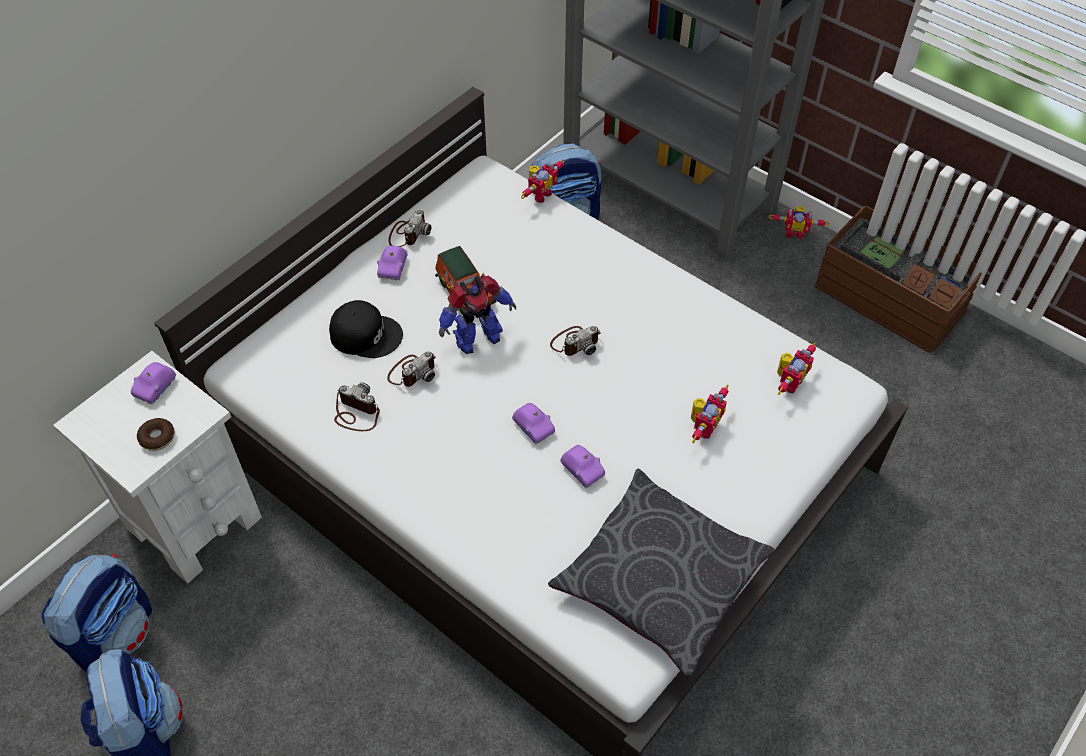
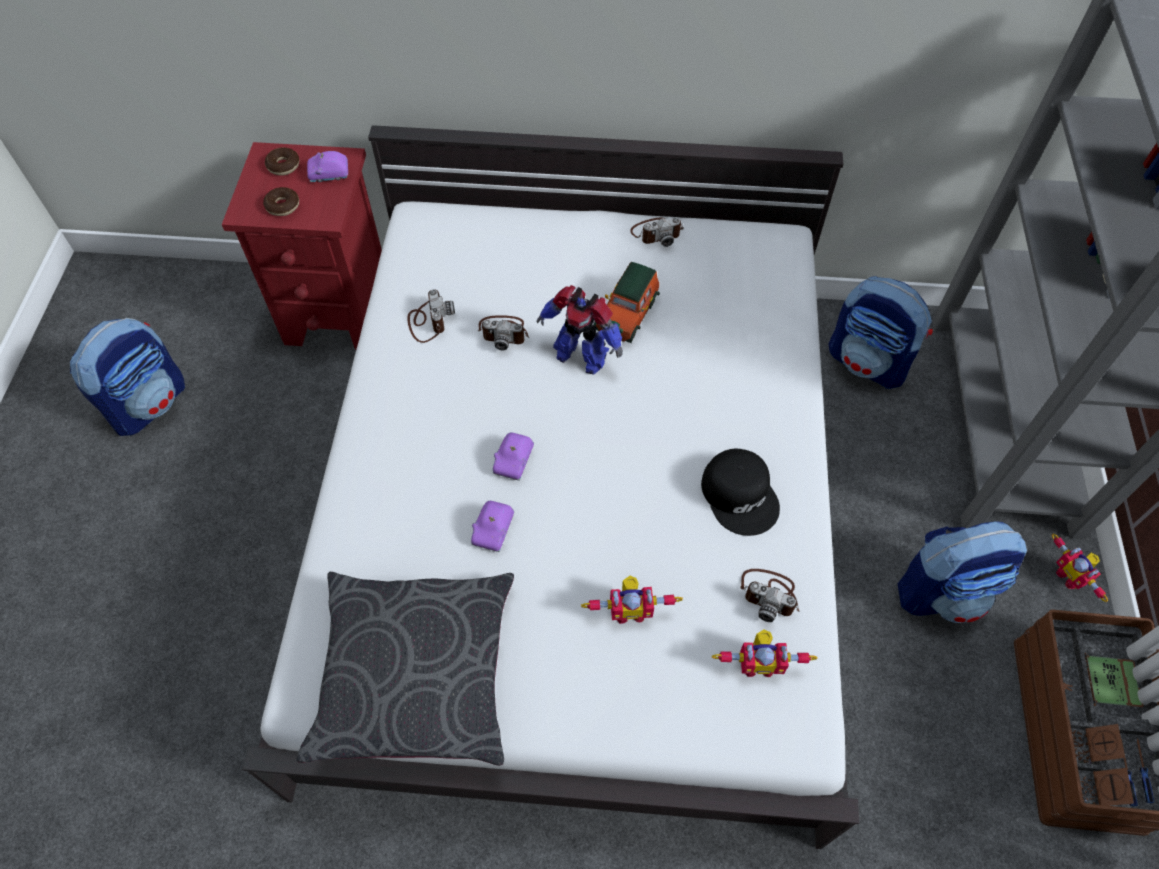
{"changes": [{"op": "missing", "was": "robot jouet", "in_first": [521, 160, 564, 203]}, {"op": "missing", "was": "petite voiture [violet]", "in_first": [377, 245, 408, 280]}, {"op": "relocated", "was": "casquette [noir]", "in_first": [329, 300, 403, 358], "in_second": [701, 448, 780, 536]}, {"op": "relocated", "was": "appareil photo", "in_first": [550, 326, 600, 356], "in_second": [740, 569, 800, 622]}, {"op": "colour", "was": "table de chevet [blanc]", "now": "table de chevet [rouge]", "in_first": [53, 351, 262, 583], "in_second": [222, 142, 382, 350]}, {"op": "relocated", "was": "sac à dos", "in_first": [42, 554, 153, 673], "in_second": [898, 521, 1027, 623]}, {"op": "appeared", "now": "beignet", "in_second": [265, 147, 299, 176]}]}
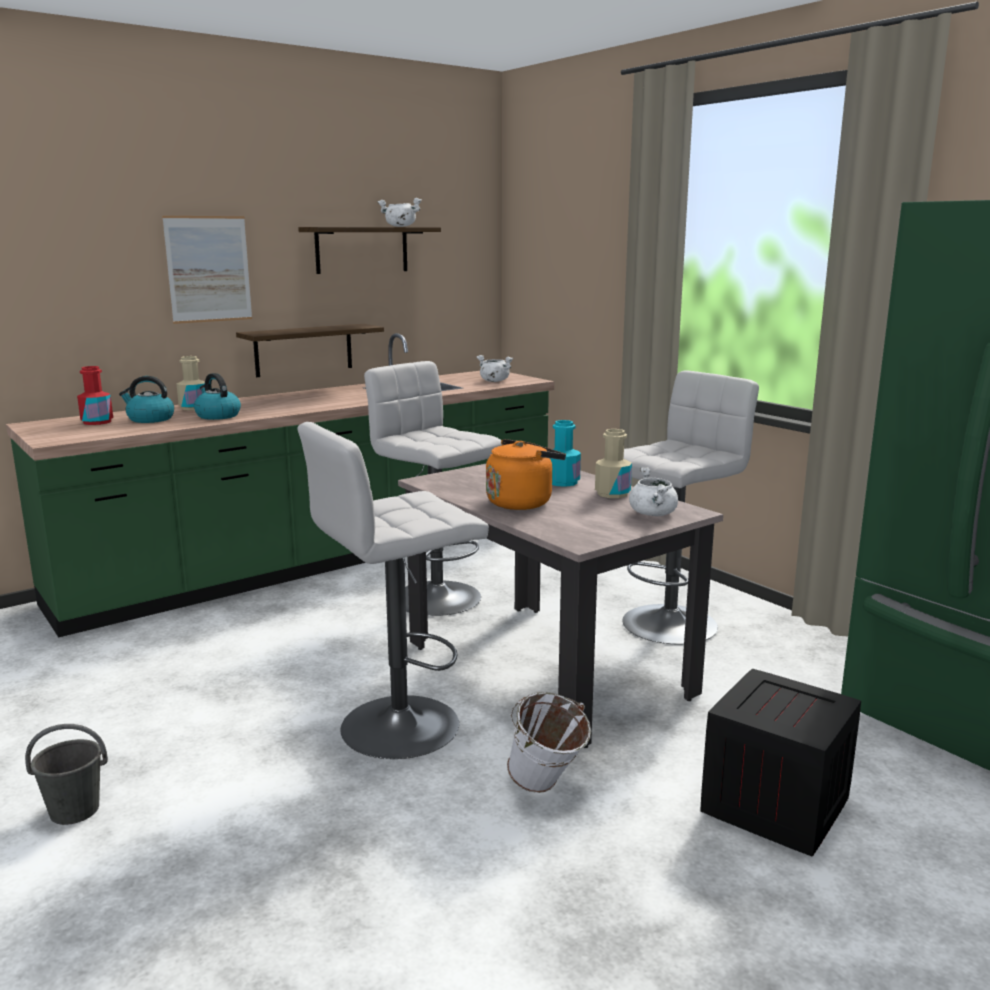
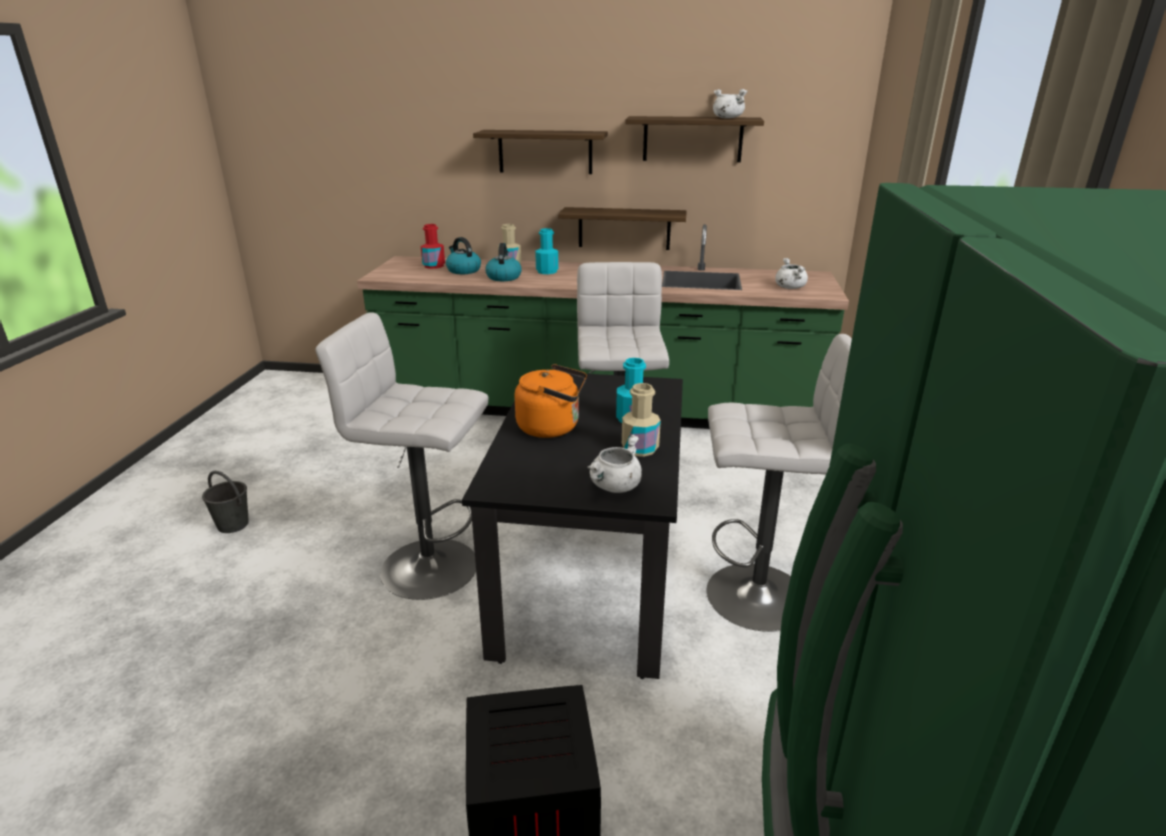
{"changes": [{"op": "exchanged", "was": "tableau", "now": "étagère", "in_first": [162, 216, 252, 324], "in_second": [473, 130, 608, 174]}, {"op": "colour", "was": "table à manger [beige]", "now": "table à manger [noir]", "in_first": [398, 464, 723, 748], "in_second": [462, 371, 683, 679]}, {"op": "missing", "was": "seau [blanc]", "in_first": [507, 692, 591, 793]}, {"op": "appeared", "now": "bouteille [turquoise]", "in_second": [535, 228, 559, 274]}]}
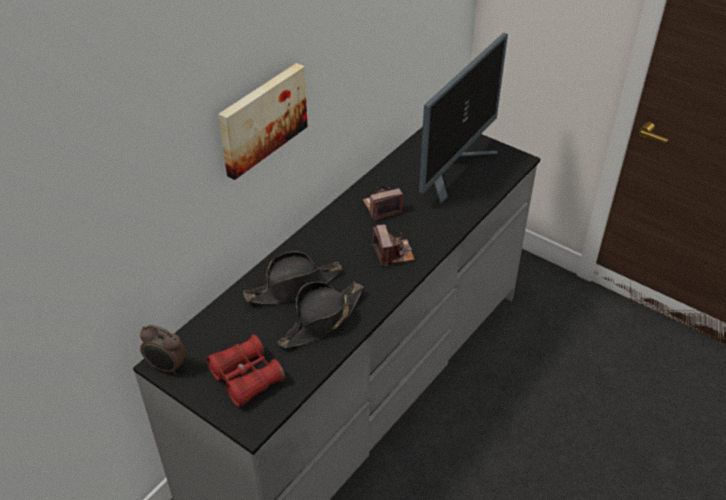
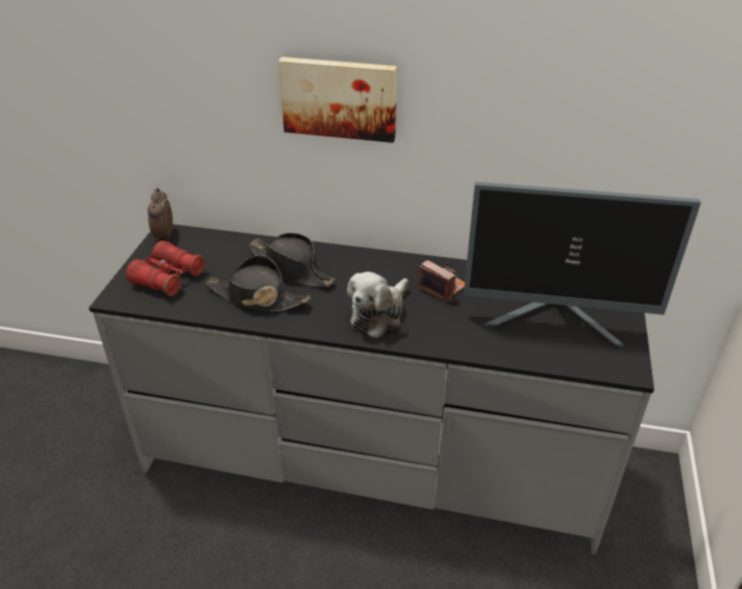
{"changes": [{"op": "exchanged", "was": "appareil photo", "now": "peluche", "in_first": [373, 224, 415, 267], "in_second": [347, 272, 408, 338]}]}
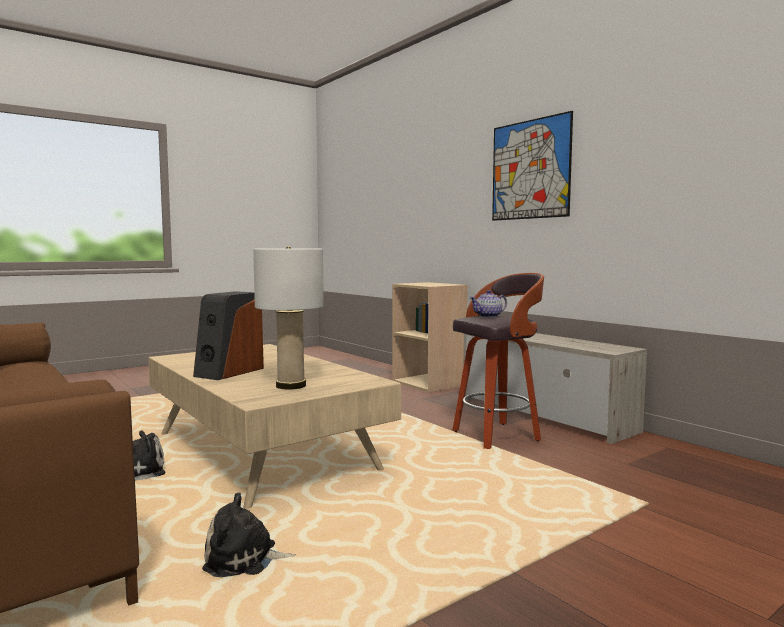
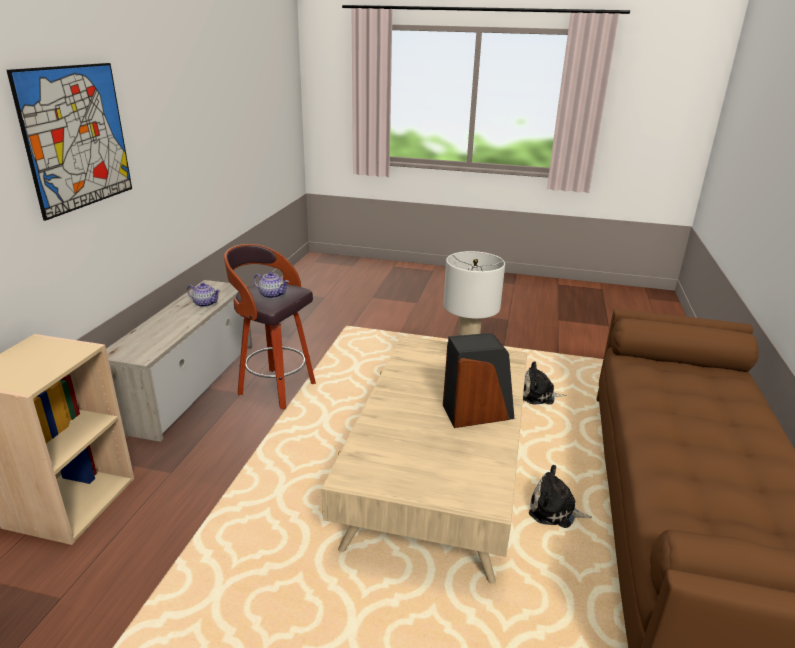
{"changes": [{"op": "spun", "was": "peluche", "in_first": [202, 492, 296, 577], "in_second": [523, 361, 566, 404], "clockwise": 135}, {"op": "appeared", "now": "théière", "in_second": [187, 283, 220, 307]}]}
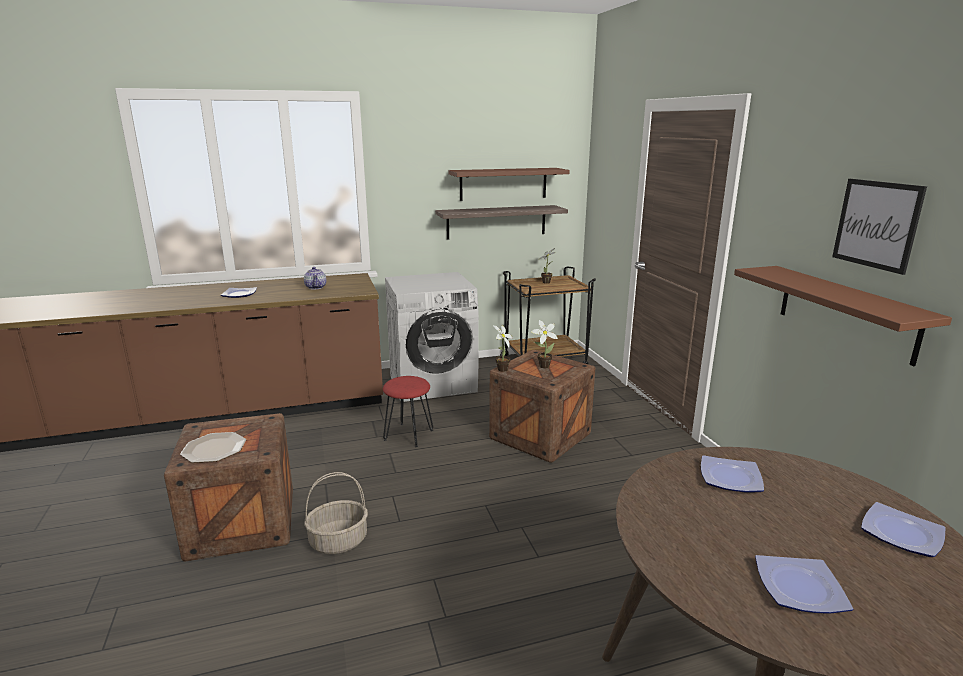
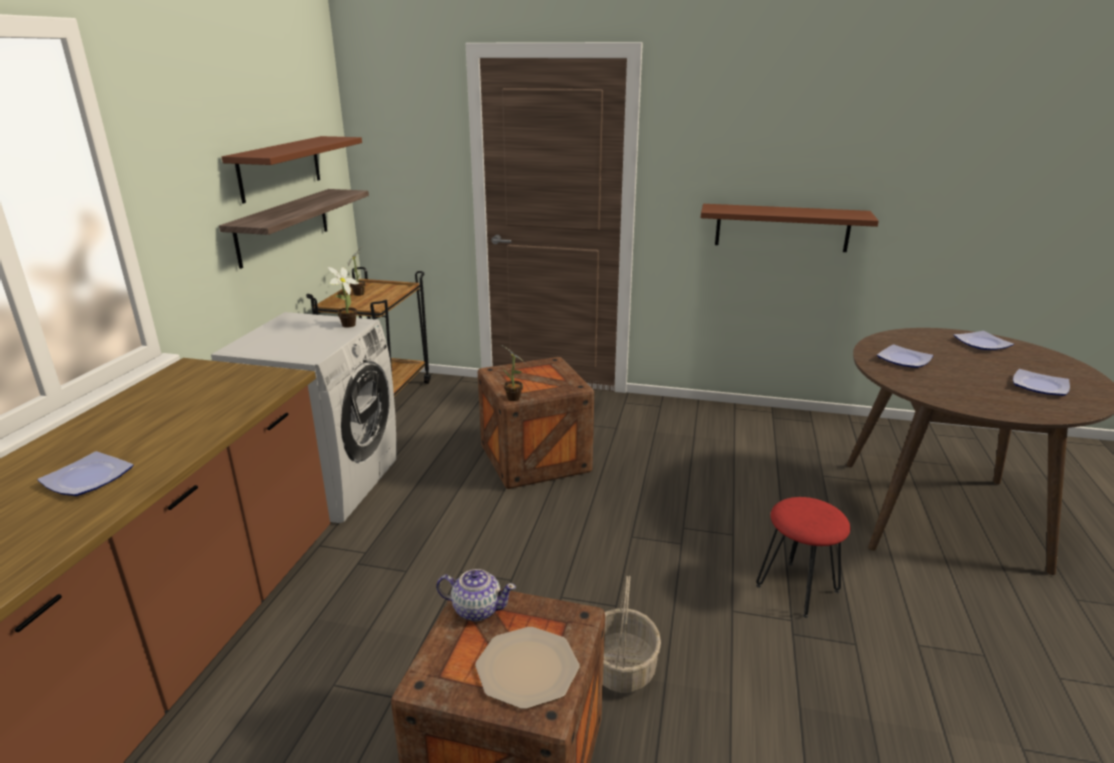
{"changes": [{"op": "missing", "was": "tableau", "in_first": [832, 179, 927, 275]}, {"op": "relocated", "was": "théière", "in_first": [304, 267, 326, 289], "in_second": [436, 569, 516, 621]}, {"op": "relocated", "was": "plante en pot", "in_first": [531, 320, 558, 369], "in_second": [328, 267, 359, 328]}, {"op": "relocated", "was": "tabouret [rouge]", "in_first": [383, 376, 433, 447], "in_second": [756, 497, 850, 618]}]}
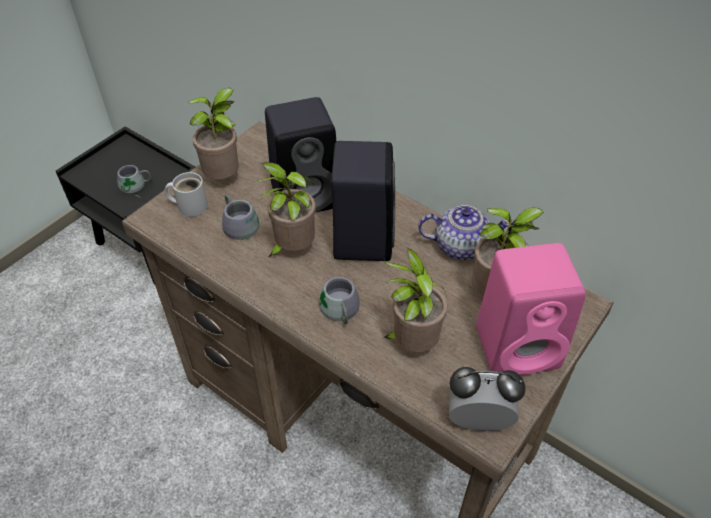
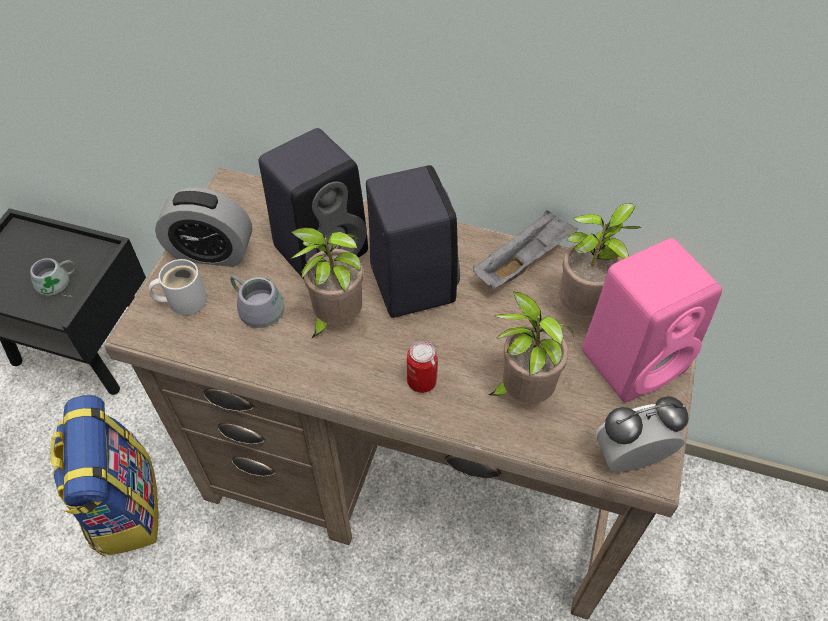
{"changes": [{"op": "exchanged", "was": "plante en pot", "now": "réveil", "in_first": [188, 88, 239, 180], "in_second": [155, 188, 252, 267]}, {"op": "exchanged", "was": "théière", "now": "plateau [gris]", "in_first": [418, 205, 512, 260], "in_second": [473, 210, 578, 289]}, {"op": "exchanged", "was": "mug [gris]", "now": "boîte métallique", "in_first": [314, 277, 360, 325], "in_second": [407, 341, 438, 393]}, {"op": "appeared", "now": "sac à dos", "in_second": [51, 395, 159, 557]}]}
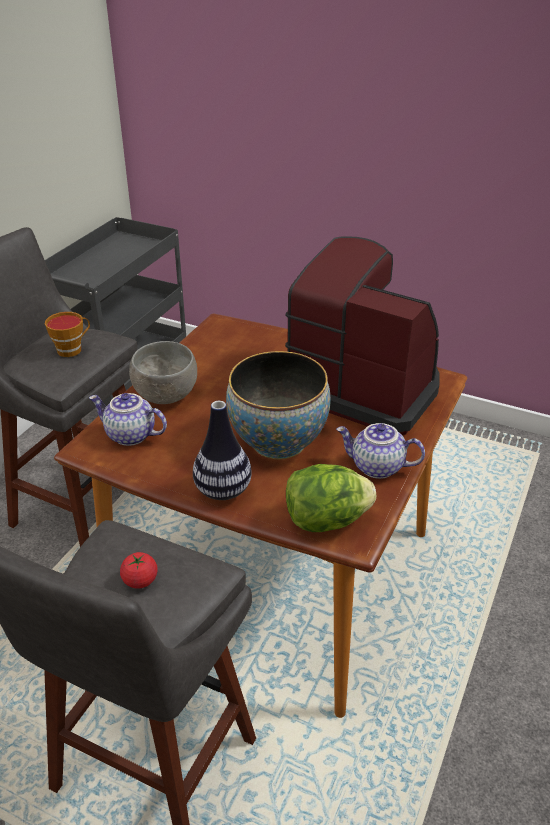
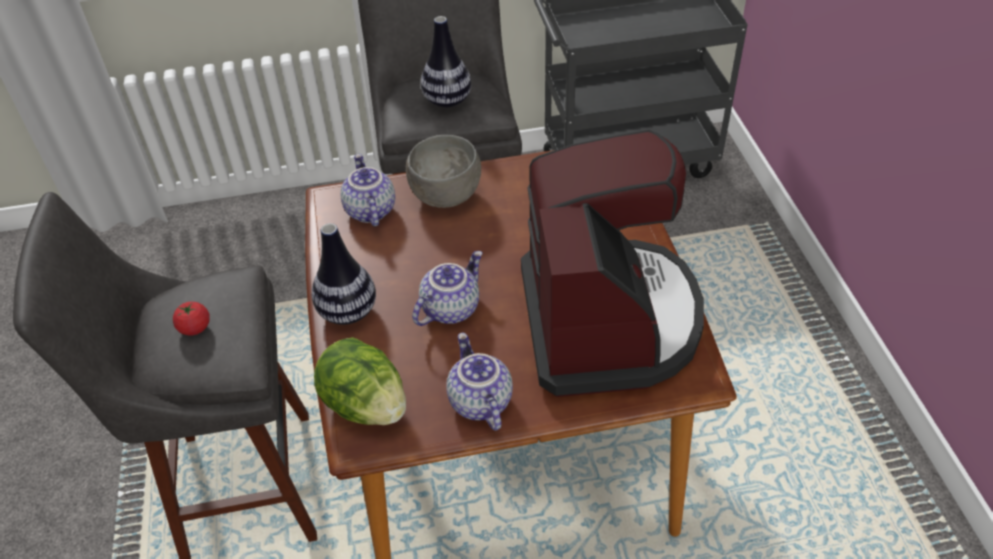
{"changes": [{"op": "exchanged", "was": "tasse", "now": "vase", "in_first": [45, 312, 90, 357], "in_second": [421, 16, 471, 108]}, {"op": "exchanged", "was": "bol", "now": "théière", "in_first": [226, 351, 331, 460], "in_second": [412, 251, 483, 326]}]}
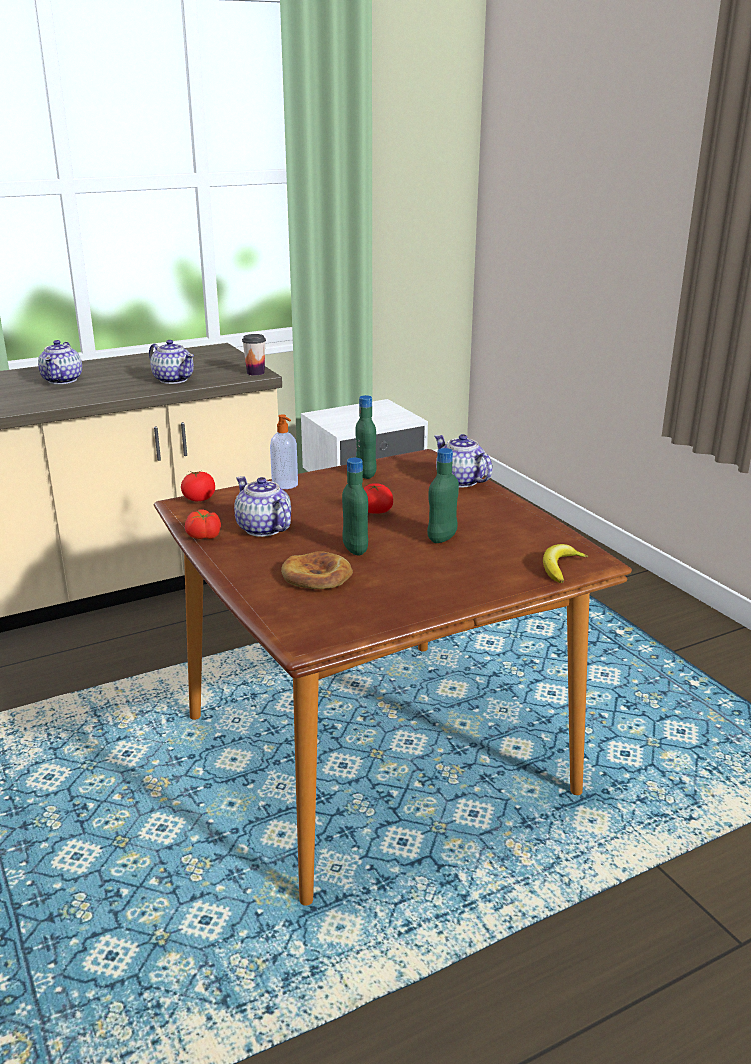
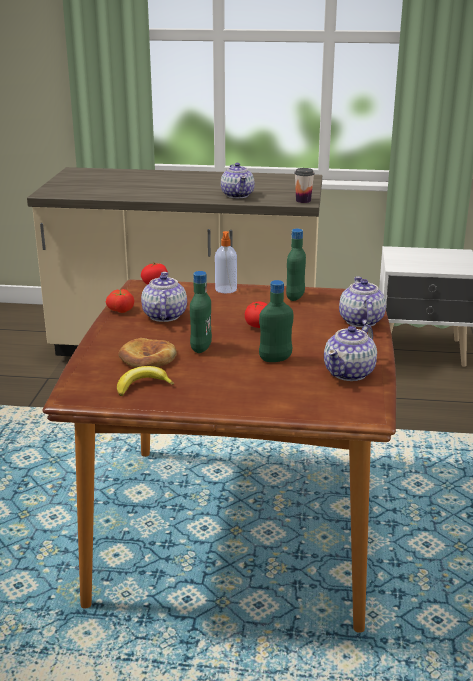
{"changes": [{"op": "relocated", "was": "théière", "in_first": [38, 340, 82, 384], "in_second": [324, 324, 377, 381]}, {"op": "relocated", "was": "banane", "in_first": [543, 544, 588, 583], "in_second": [117, 366, 174, 396]}]}
